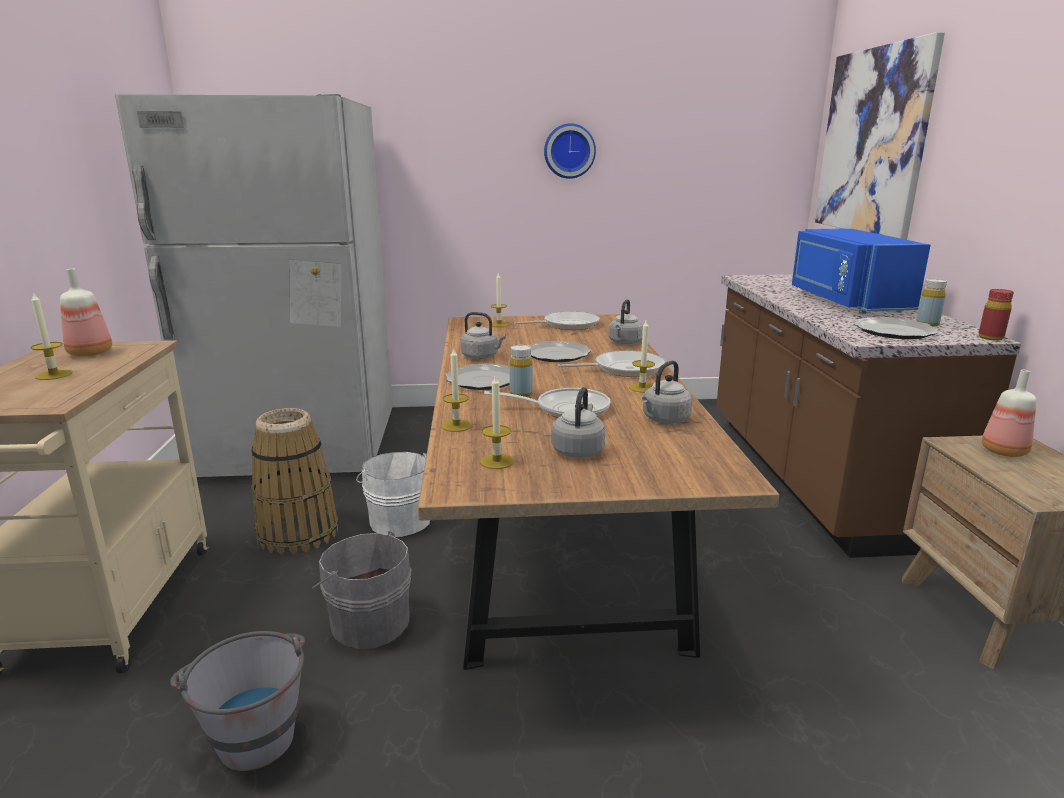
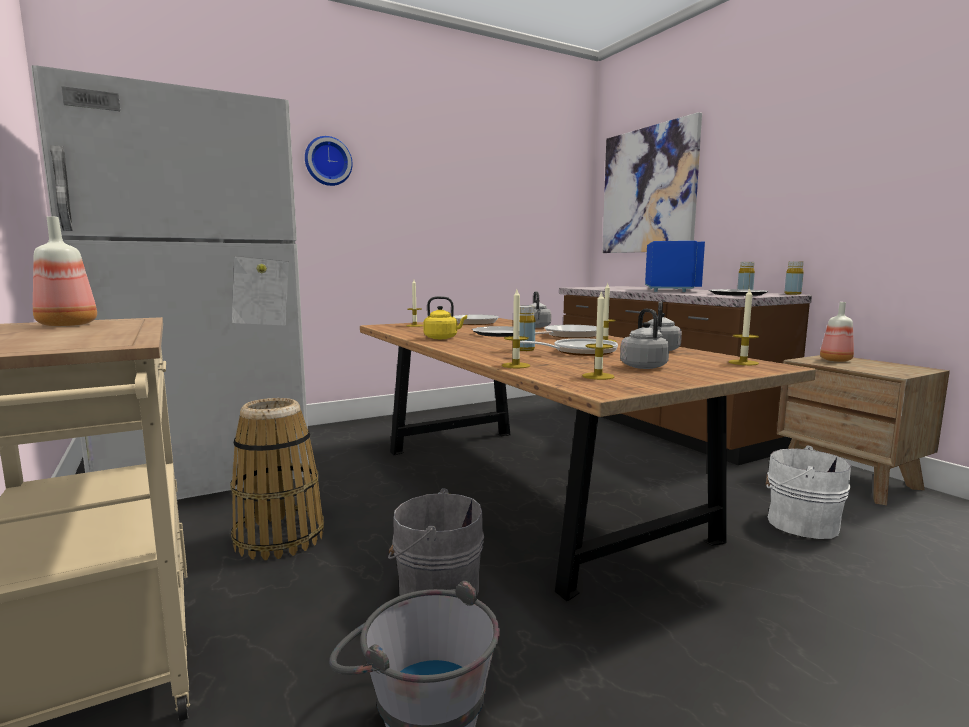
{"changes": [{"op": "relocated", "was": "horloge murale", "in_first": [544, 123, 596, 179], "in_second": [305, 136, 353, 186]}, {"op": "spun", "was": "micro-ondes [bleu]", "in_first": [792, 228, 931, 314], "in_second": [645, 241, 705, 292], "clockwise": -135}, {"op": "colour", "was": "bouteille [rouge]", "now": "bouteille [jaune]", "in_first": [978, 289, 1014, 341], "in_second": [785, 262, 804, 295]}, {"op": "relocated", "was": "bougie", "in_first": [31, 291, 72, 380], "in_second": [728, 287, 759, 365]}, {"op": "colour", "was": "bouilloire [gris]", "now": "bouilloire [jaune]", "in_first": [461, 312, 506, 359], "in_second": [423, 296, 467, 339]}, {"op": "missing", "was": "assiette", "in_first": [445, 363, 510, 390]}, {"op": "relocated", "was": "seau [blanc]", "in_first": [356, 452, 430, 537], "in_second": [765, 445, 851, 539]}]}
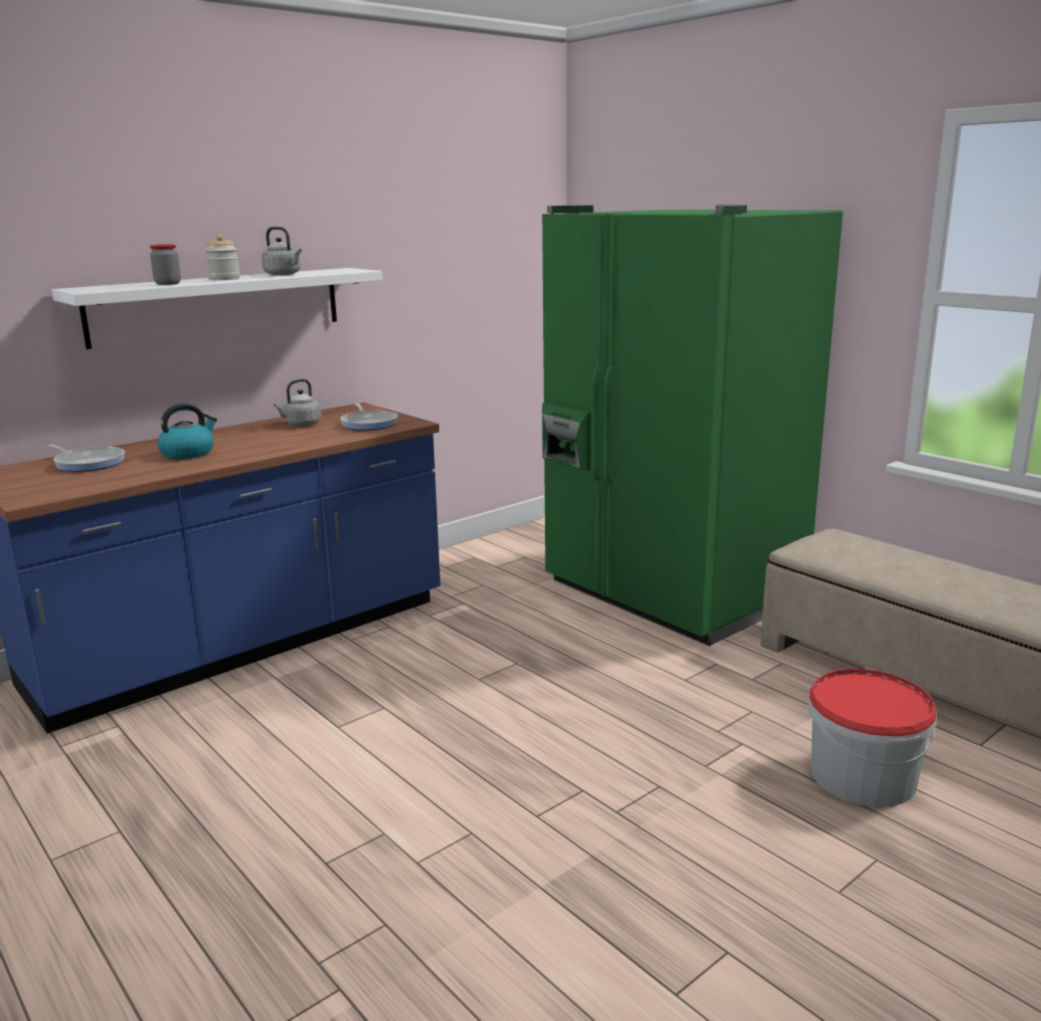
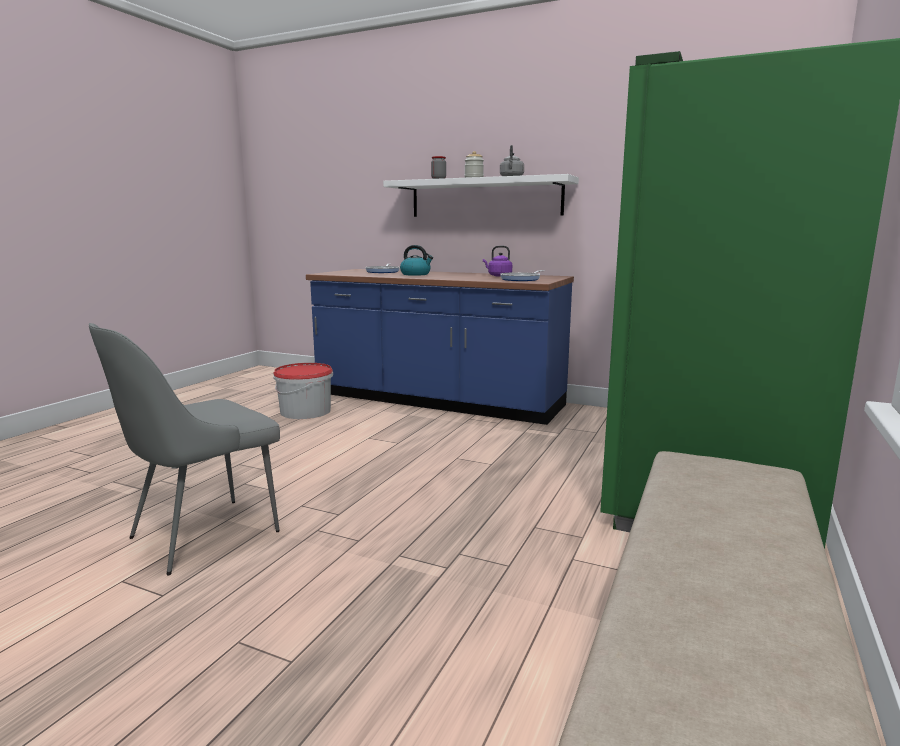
{"changes": [{"op": "colour", "was": "bouilloire [gris]", "now": "bouilloire [violet]", "in_first": [274, 379, 321, 426], "in_second": [483, 246, 512, 277]}, {"op": "relocated", "was": "seau", "in_first": [808, 669, 937, 807], "in_second": [273, 363, 333, 419]}, {"op": "appeared", "now": "chaise [gris]", "in_second": [89, 323, 280, 575]}]}
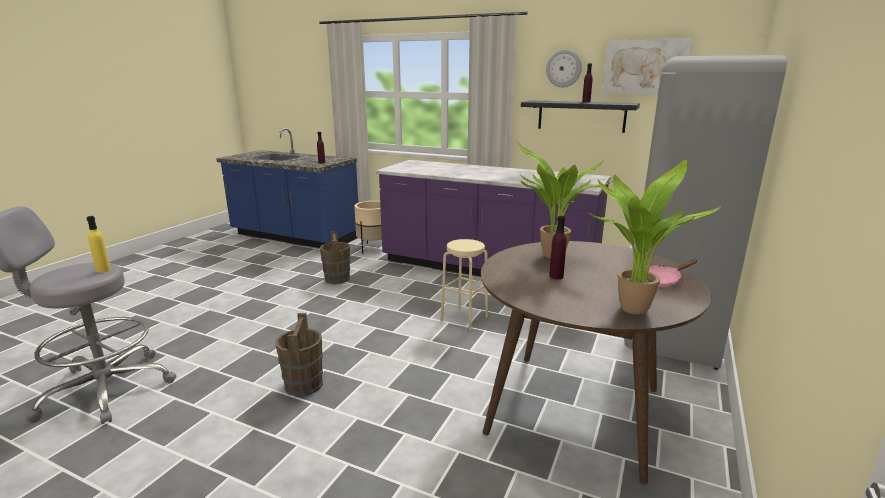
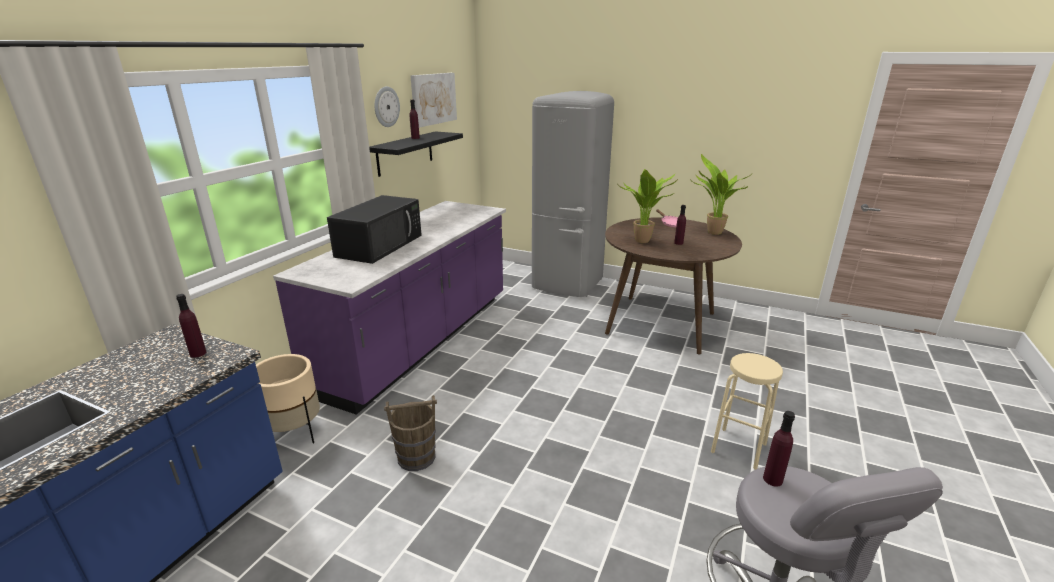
{"changes": [{"op": "colour", "was": "bouteille [jaune]", "now": "bouteille [violet]", "in_first": [87, 216, 111, 273], "in_second": [763, 411, 795, 487]}, {"op": "relocated", "was": "tabouret [beige]", "in_first": [441, 239, 488, 331], "in_second": [711, 353, 783, 470]}, {"op": "missing", "was": "seau [marron]", "in_first": [276, 313, 323, 397]}, {"op": "appeared", "now": "micro-ondes [noir]", "in_second": [327, 195, 422, 264]}]}
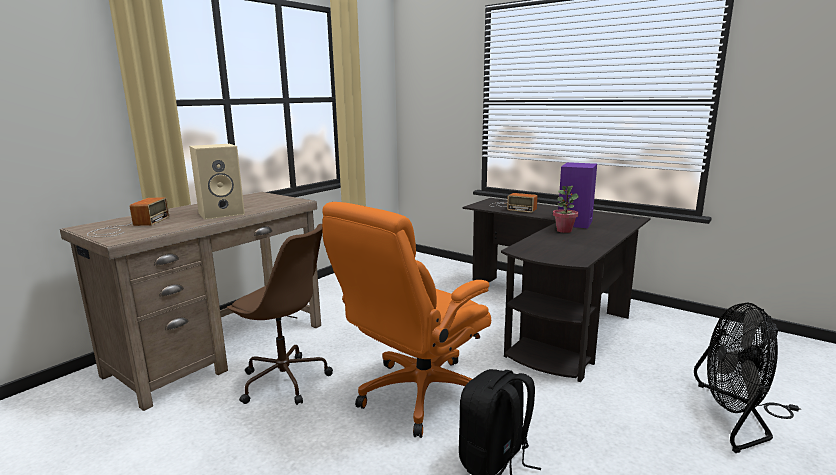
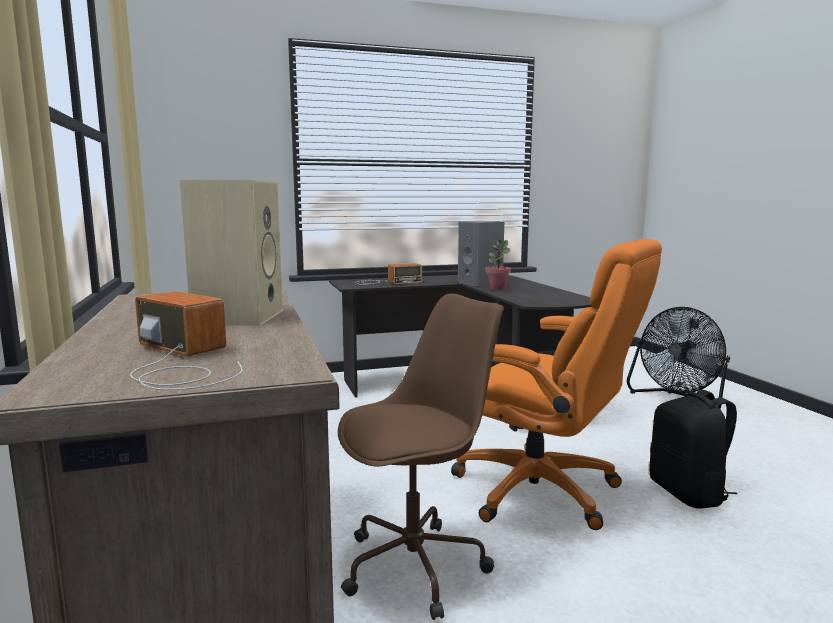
{"changes": [{"op": "colour", "was": "enceinte [violet]", "now": "enceinte [gris]", "in_first": [558, 162, 597, 228], "in_second": [458, 221, 504, 286]}, {"op": "spun", "was": "chaise de bureau [orange]", "in_first": [322, 202, 491, 438], "in_second": [451, 239, 662, 530], "clockwise": -45}]}
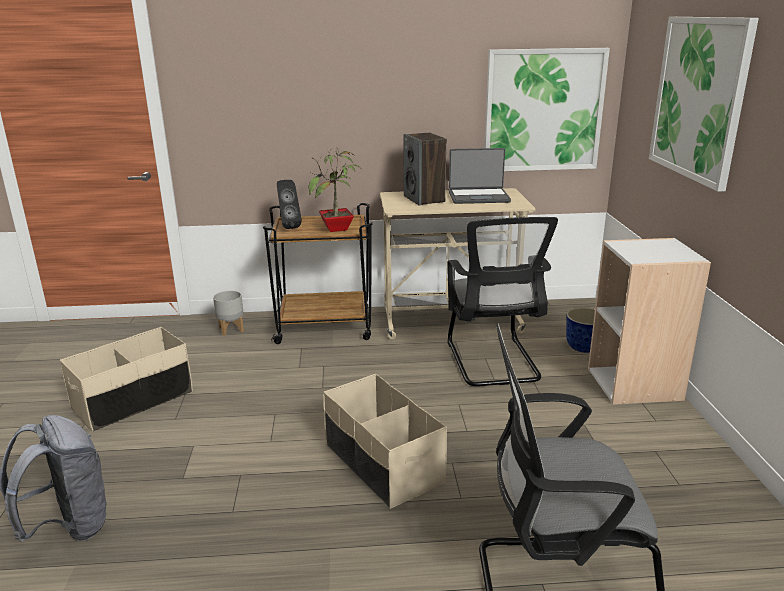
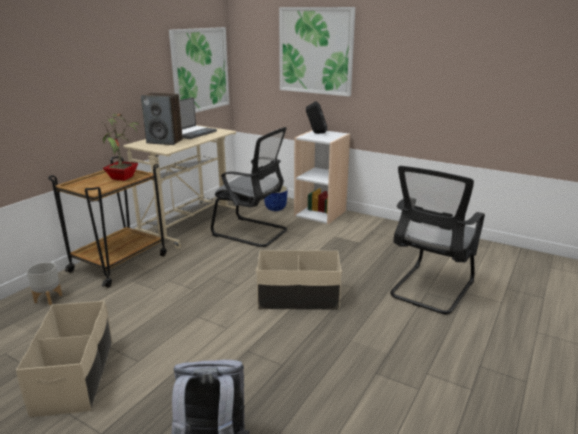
{"changes": [{"op": "relocated", "was": "enceinte [noir]", "in_first": [277, 180, 302, 229], "in_second": [306, 101, 328, 134]}]}
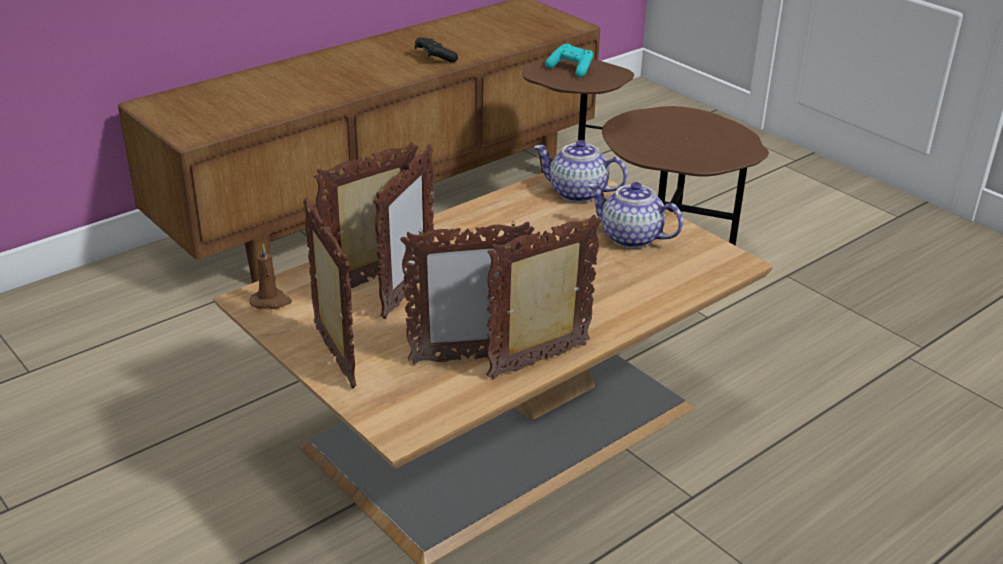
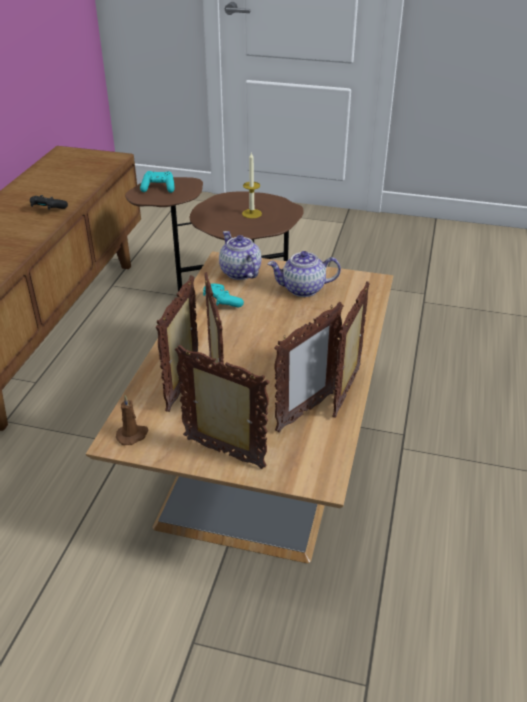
{"changes": [{"op": "spun", "was": "théière", "in_first": [534, 140, 627, 203], "in_second": [219, 231, 262, 280], "clockwise": 75}, {"op": "appeared", "now": "bougie", "in_second": [242, 153, 262, 218]}, {"op": "appeared", "now": "manette [turquoise]", "in_second": [203, 284, 244, 307]}]}
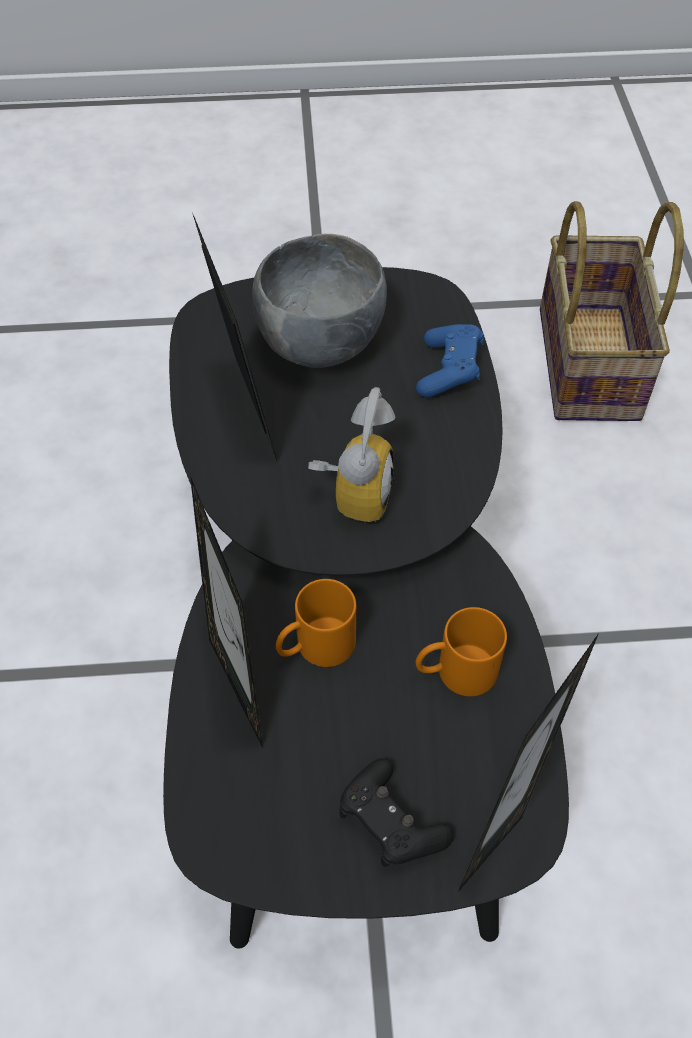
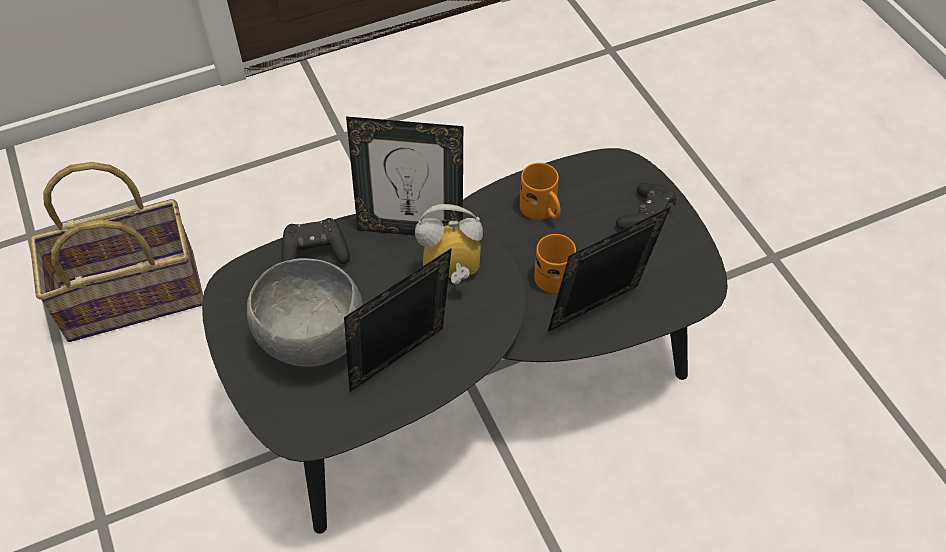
{"changes": [{"op": "colour", "was": "manette [bleu]", "now": "manette [noir]", "in_first": [416, 324, 484, 398], "in_second": [281, 218, 350, 264]}, {"op": "relocated", "was": "cadre photo", "in_first": [458, 633, 599, 891], "in_second": [346, 116, 463, 236]}]}
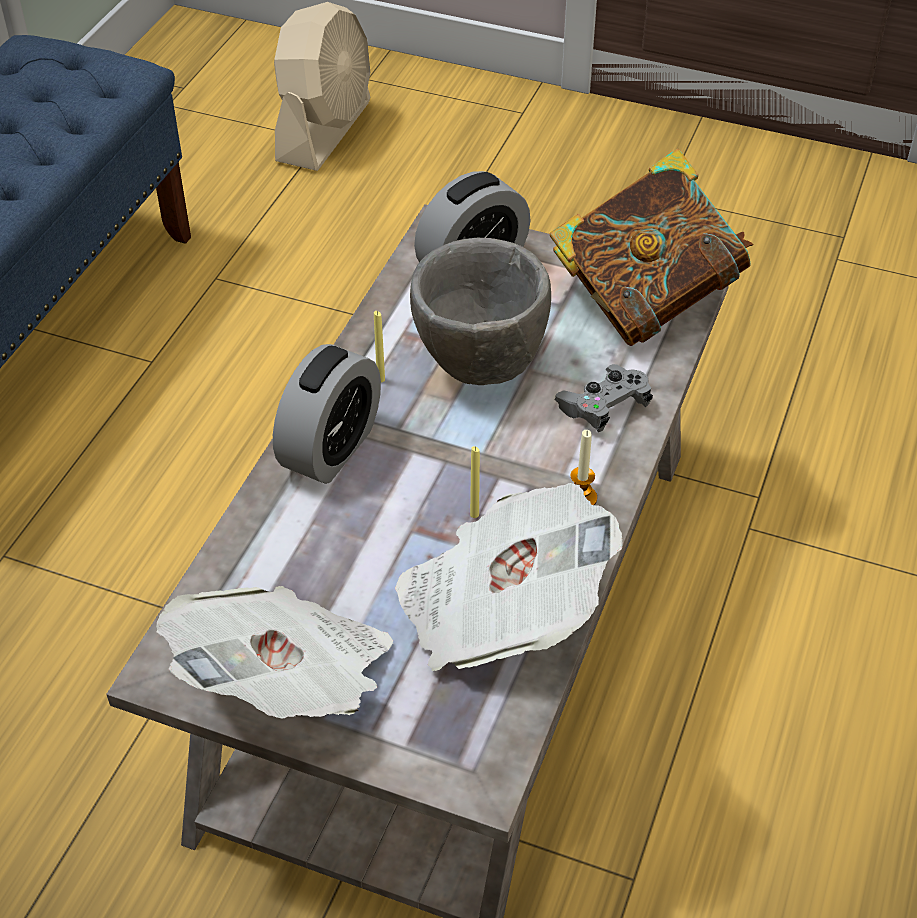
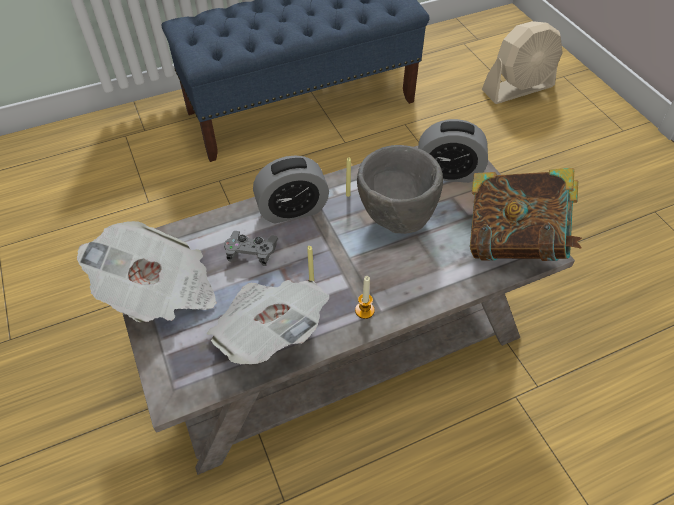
{"changes": [{"op": "relocated", "was": "manette [gris]", "in_first": [555, 364, 653, 432], "in_second": [224, 231, 278, 266]}]}
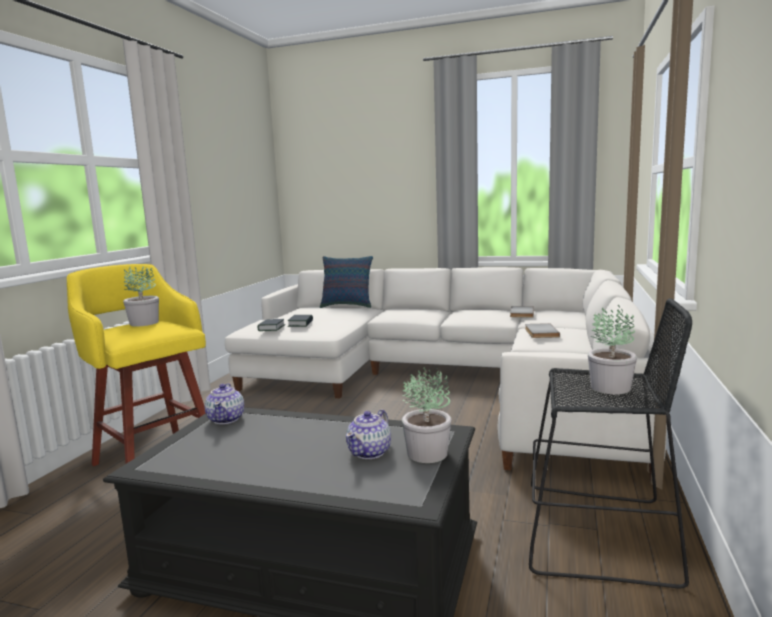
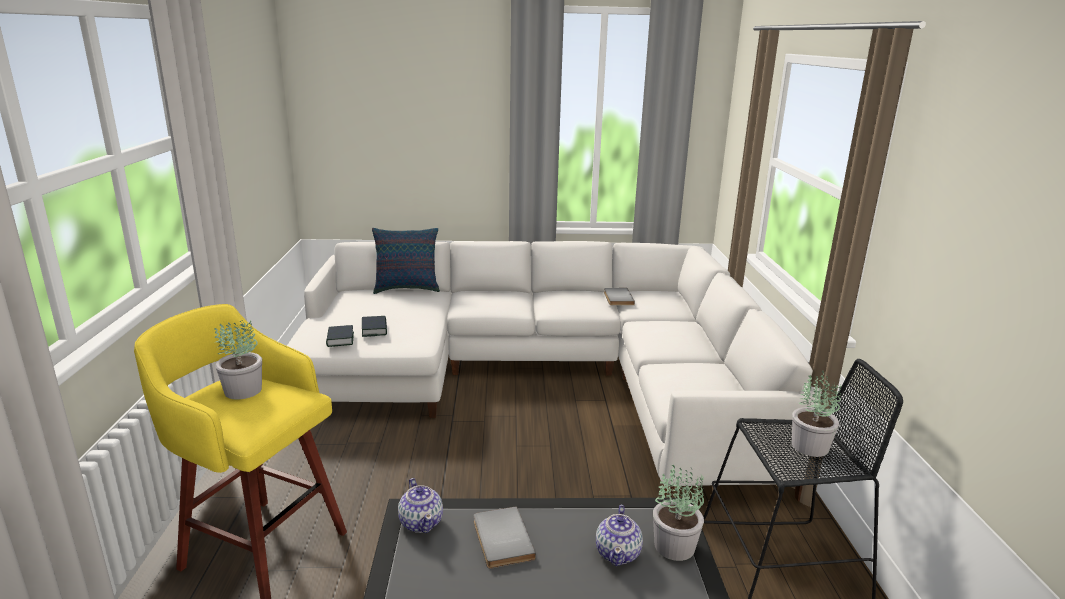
{"changes": [{"op": "relocated", "was": "livre [gris]", "in_first": [525, 323, 560, 338], "in_second": [474, 506, 536, 569]}]}
